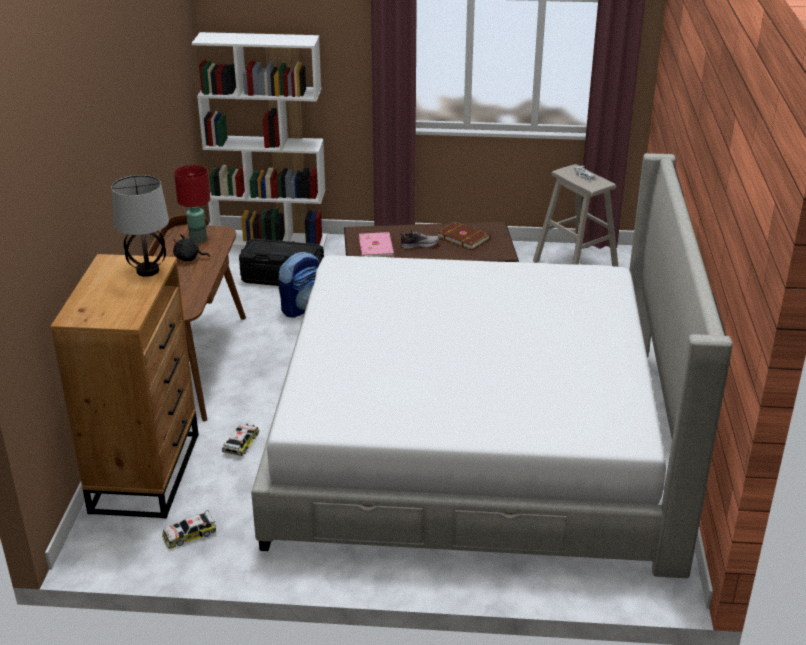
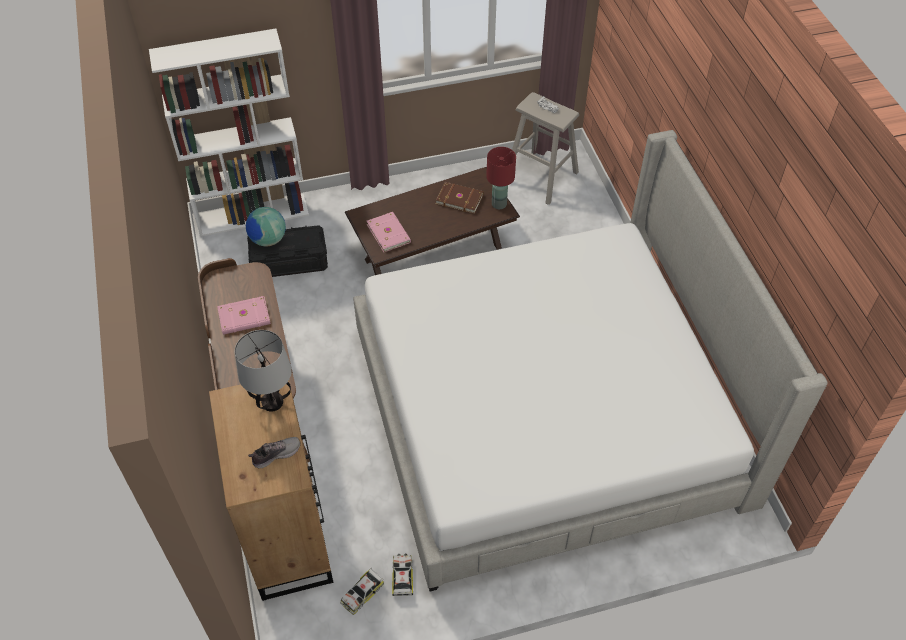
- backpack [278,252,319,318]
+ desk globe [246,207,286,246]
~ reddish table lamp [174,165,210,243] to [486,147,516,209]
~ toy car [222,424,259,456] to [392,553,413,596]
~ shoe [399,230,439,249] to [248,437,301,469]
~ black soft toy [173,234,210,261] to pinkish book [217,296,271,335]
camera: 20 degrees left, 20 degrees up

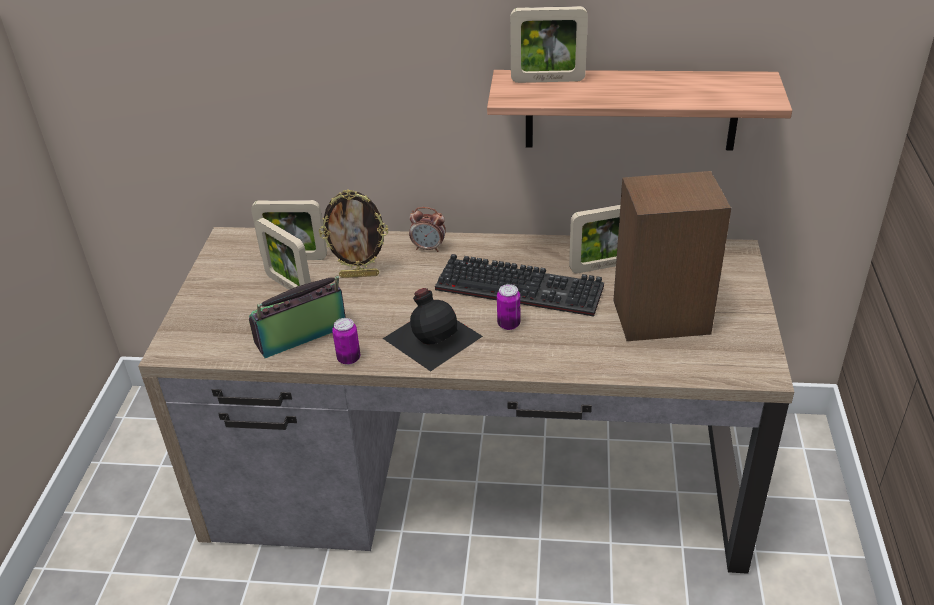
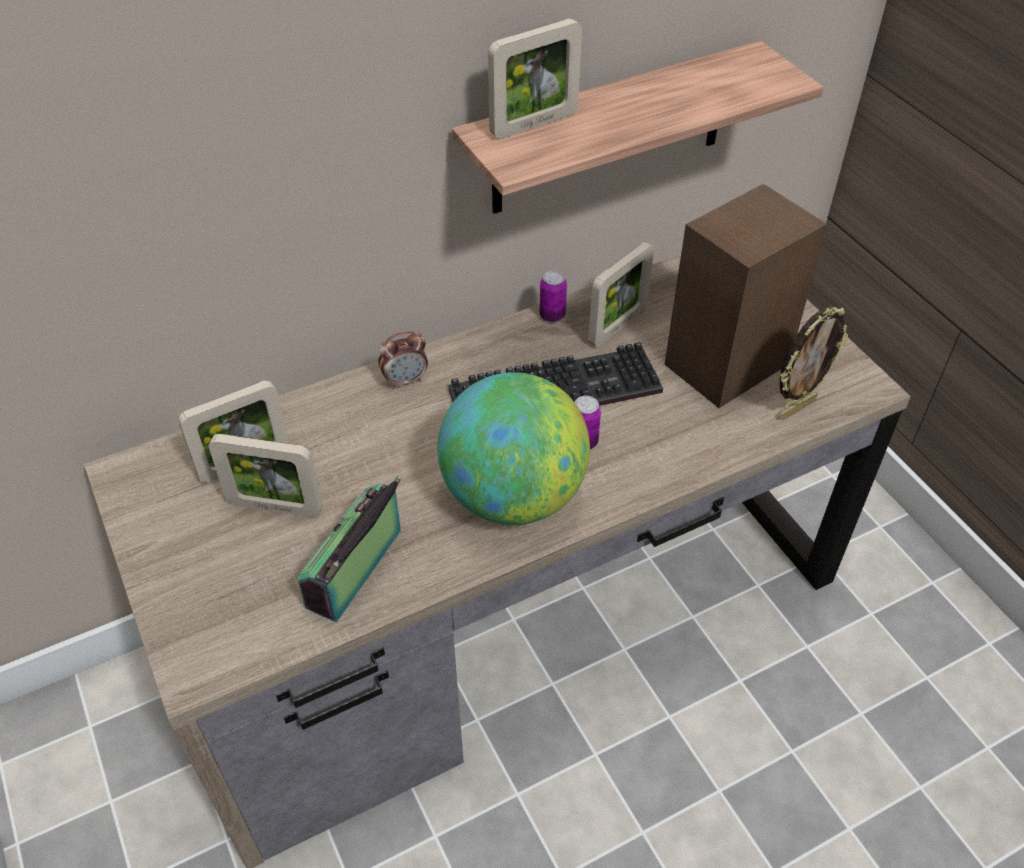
~ photo frame [319,189,388,278] to [779,307,848,420]
~ metal can [332,318,360,365] to [539,271,567,322]
~ black beverage bottle [383,288,483,372] to desk globe [437,372,590,525]
camera: 35 degrees left, 10 degrees up

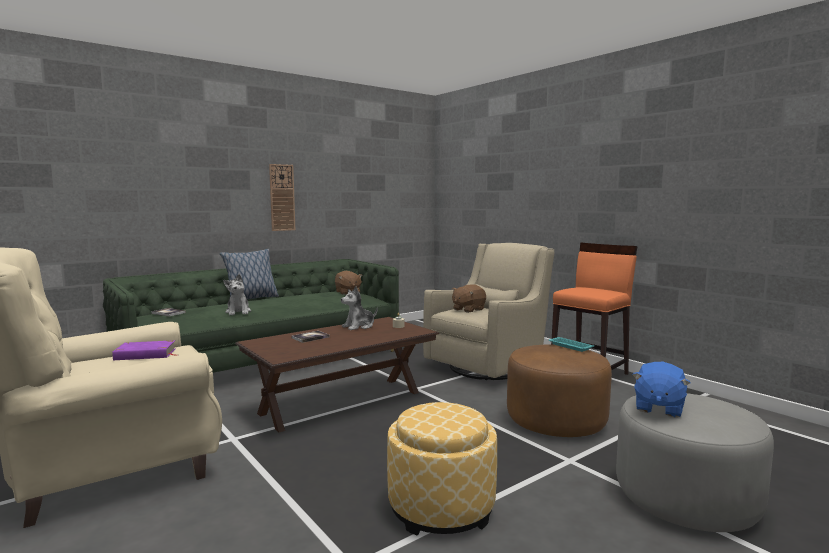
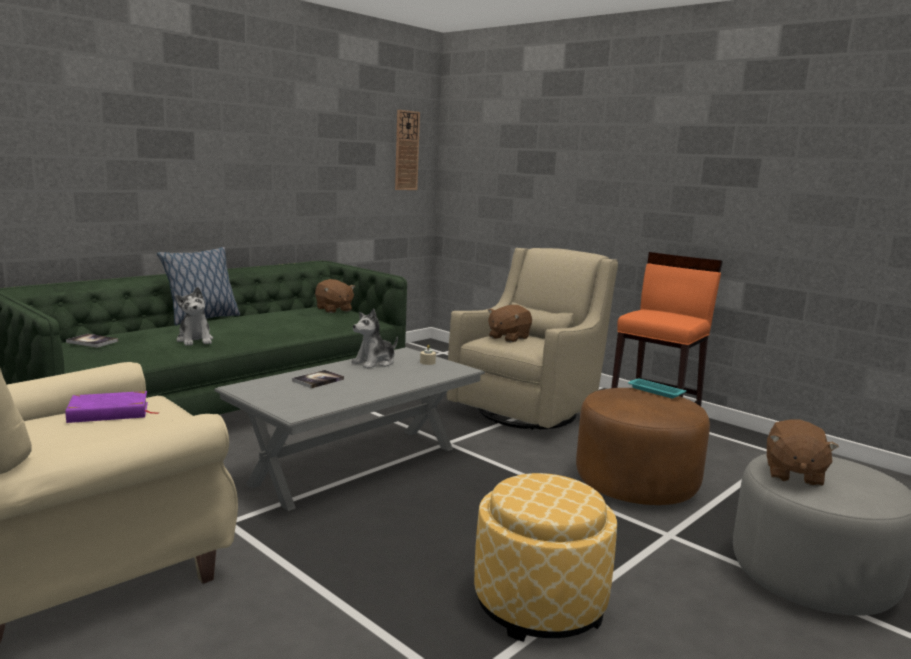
~ clock on the wall [269,164,295,231] to [395,110,420,190]
~ brownish lounge table [235,317,439,432] to grey lounge table [215,347,485,511]
~ bluish soft toy [632,362,691,418] to brownish soft toy [767,419,839,487]
camera: 10 degrees left, 5 degrees up

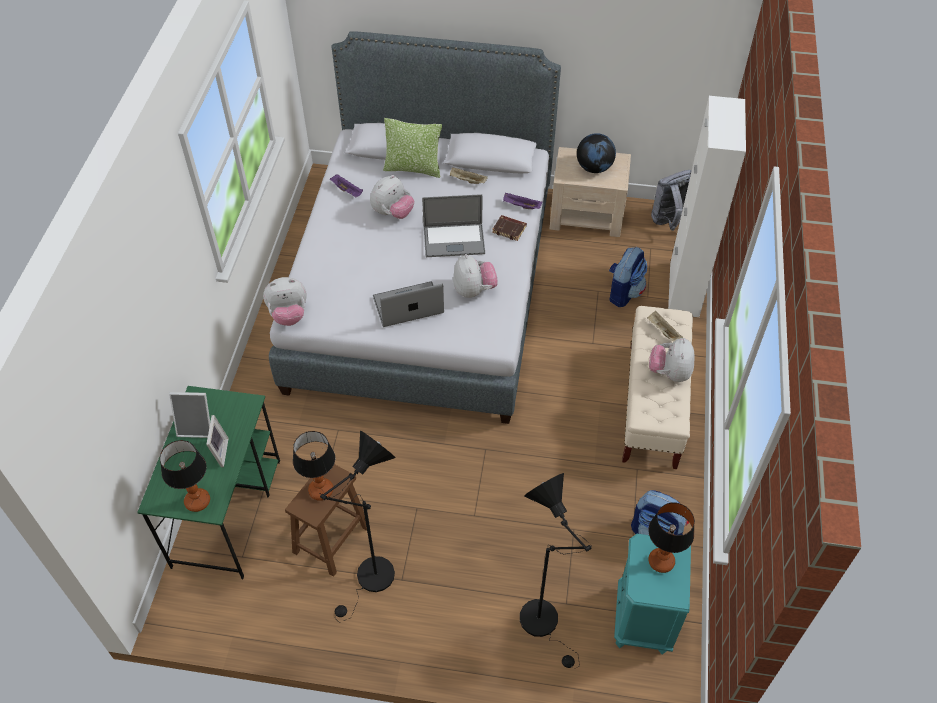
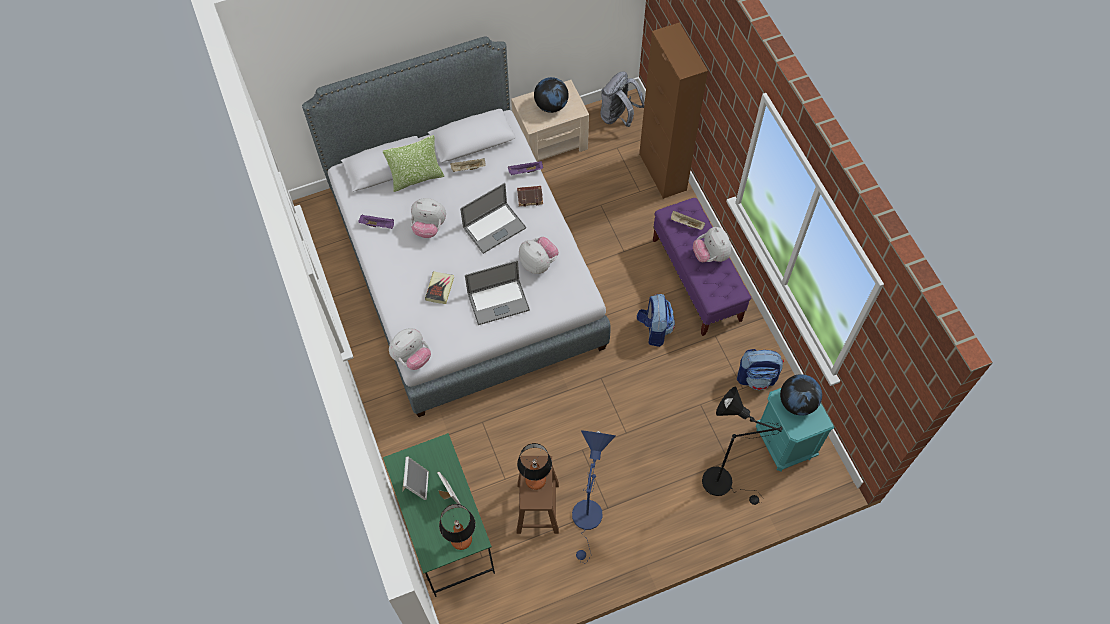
+ book [425,272,454,304]
~ backpack [609,247,647,307] to [637,294,675,347]
~ table lamp [648,502,695,573] to desk globe [780,374,822,416]
~ black floor lamp [319,431,396,621] to bluish floor lamp [572,430,616,563]
~ beige long seat [622,306,693,469] to purple long seat [653,198,751,336]
~ whitish storage cabinet [668,96,746,317] to brownish storage cabinet [639,23,708,199]
~ photo frame [169,392,210,438] = [402,457,429,500] 60 degrees counterclockwise
~ soft toy [370,175,414,219] = [411,198,446,238] 90 degrees clockwise
~ notebook computer [373,281,444,327] = [465,260,530,325] 150 degrees counterclockwise
camera: 30 degrees left, 10 degrees up

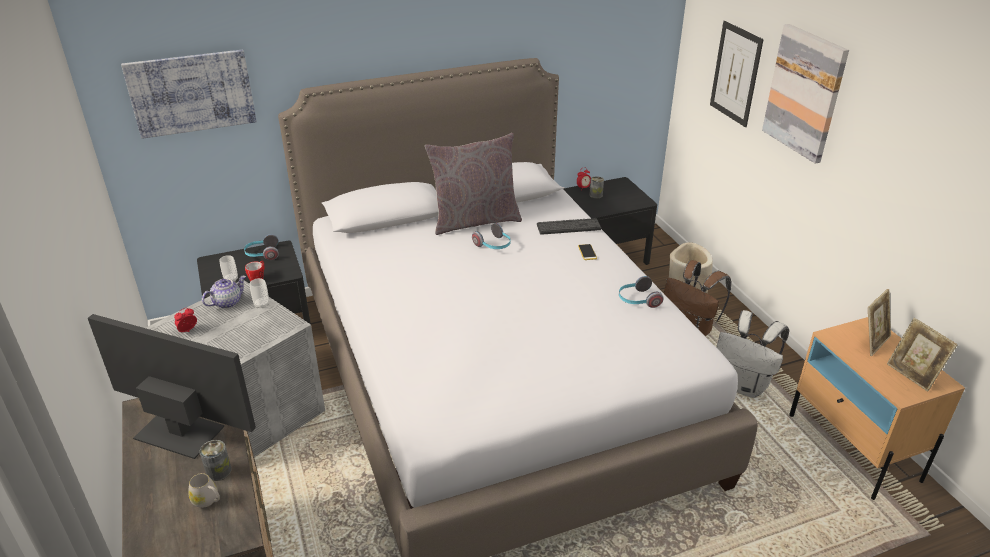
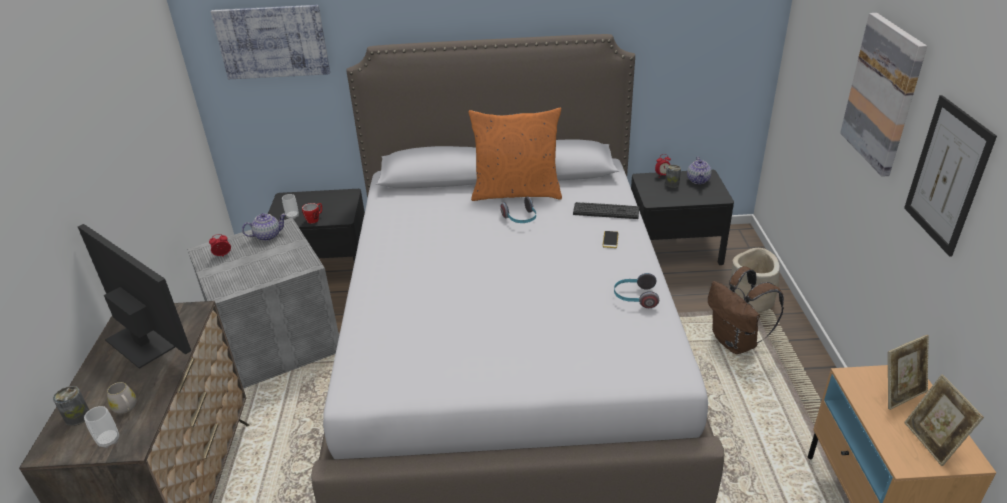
- headphones [244,234,279,260]
- whitish backpack [716,310,789,398]
+ pot for tea [687,157,711,184]
~ metal can [200,440,232,481] to [53,386,89,426]
~ small cup [250,278,269,308] to [84,406,119,448]
~ wall picture [710,21,764,127] to [904,95,997,257]
~ grey throw pillow [425,133,522,235] to orange throw pillow [468,108,562,201]
camera: 20 degrees right, 0 degrees up

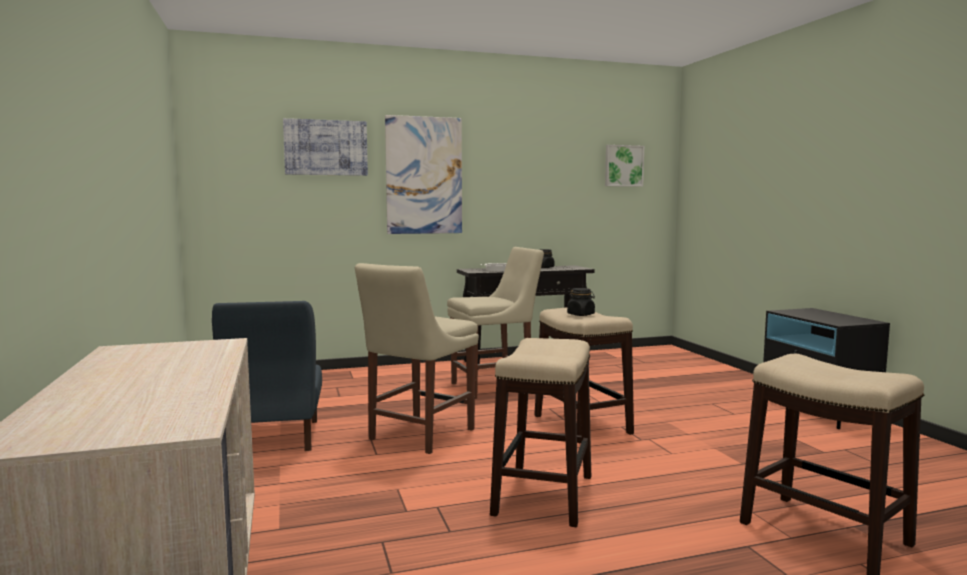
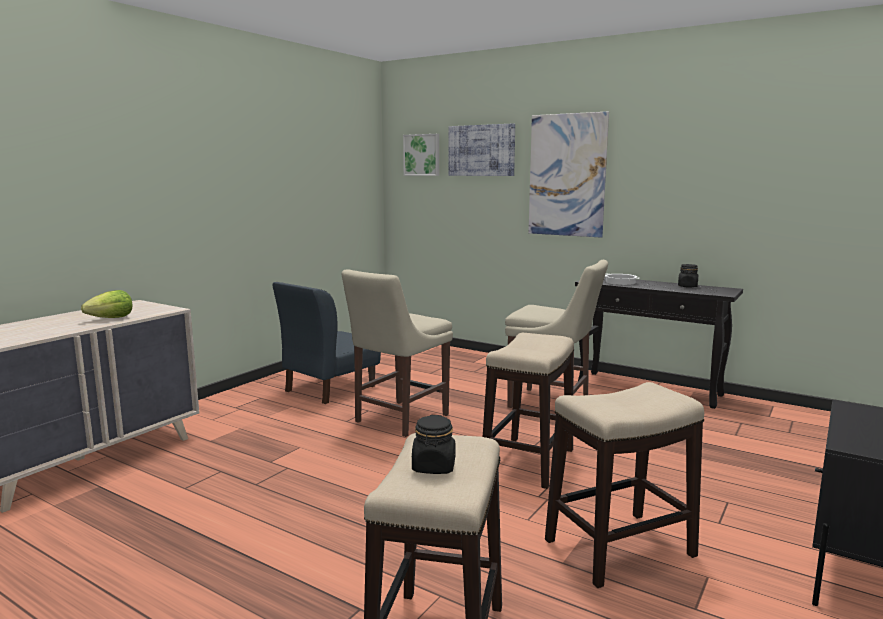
+ head of lettuce [81,290,132,318]
~ stool [490,338,591,527] to [545,382,704,588]
~ black preserve jar [567,288,595,316] to [412,415,455,474]
~ wall picture [605,145,644,187] to [403,134,439,176]
~ beige plain chair [355,263,479,454] = [342,269,453,437] 45 degrees counterclockwise
camera: 50 degrees right, 5 degrees up

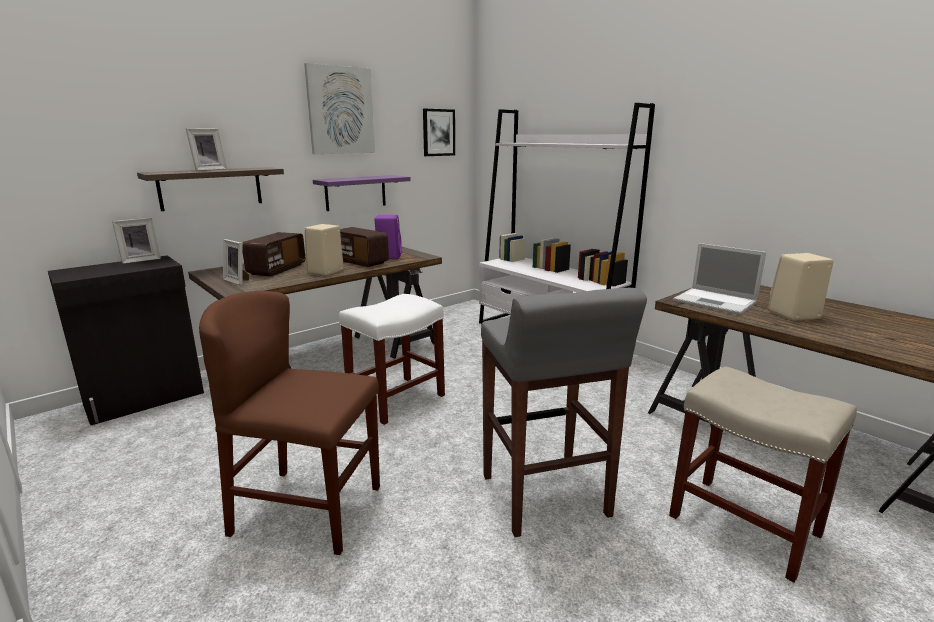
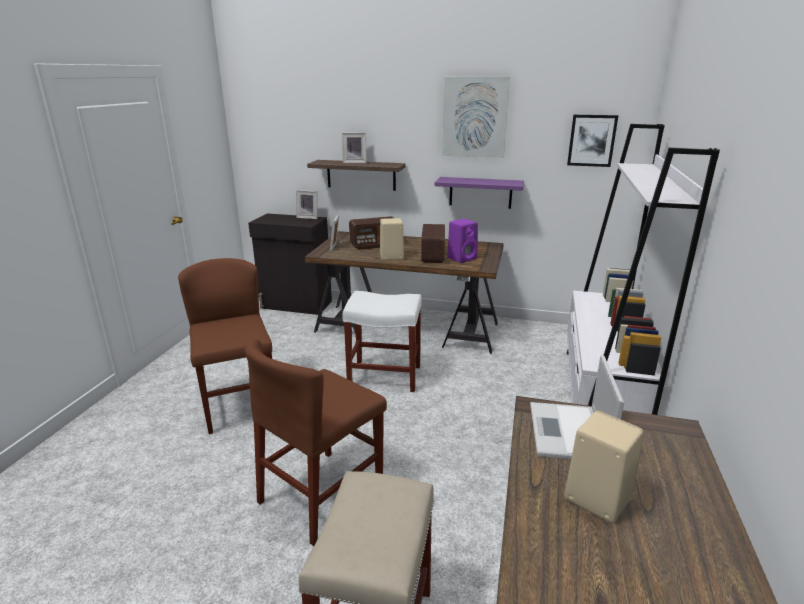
~ grey stool [481,288,647,537] to brownish plain chair [244,339,387,546]
camera: 55 degrees right, 5 degrees up

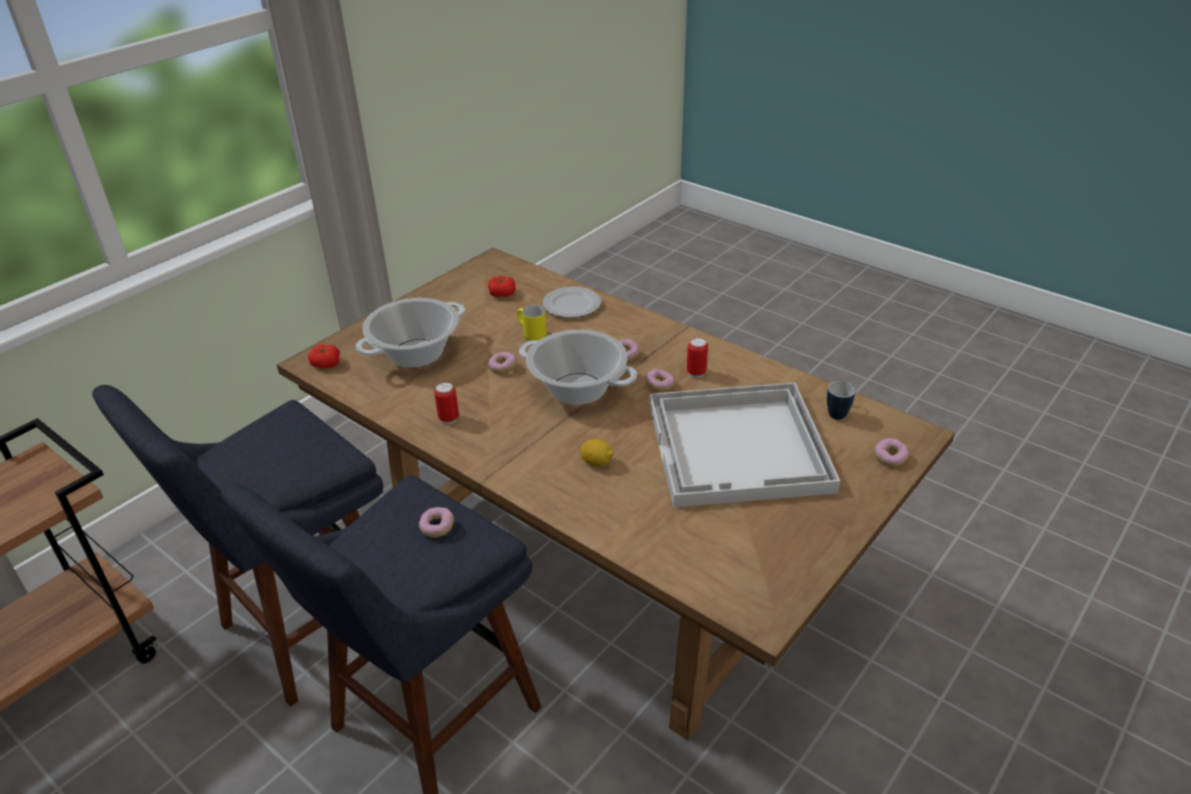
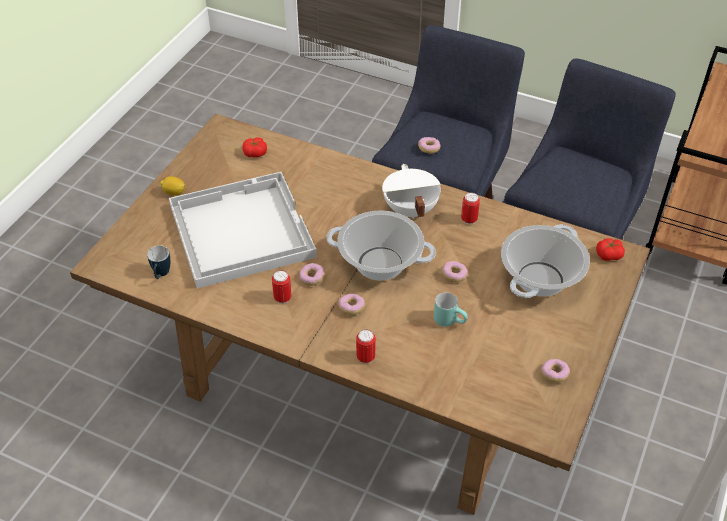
- flat dish [543,286,601,318]
+ metal can [356,329,376,364]
+ whitish stockpot [382,164,441,219]
~ whole tomato [488,276,515,297] to [243,137,267,157]
~ whole lemon [580,439,614,467] to [160,176,186,196]
~ donut [874,438,909,467] to [541,359,570,383]
~ yellowish tea mug [517,305,546,341] to turquoise tea mug [434,292,468,327]
camera: 165 degrees right, 10 degrees up

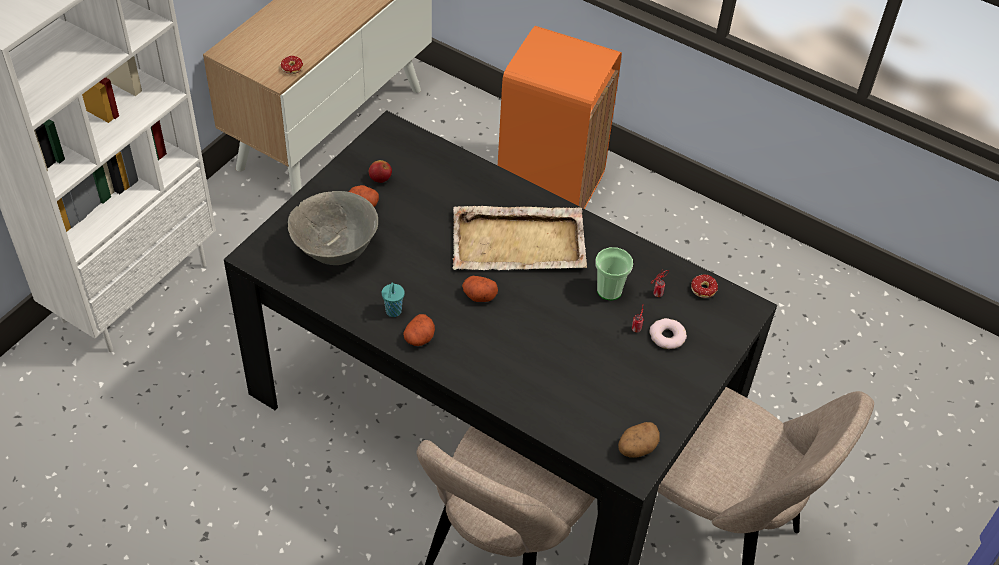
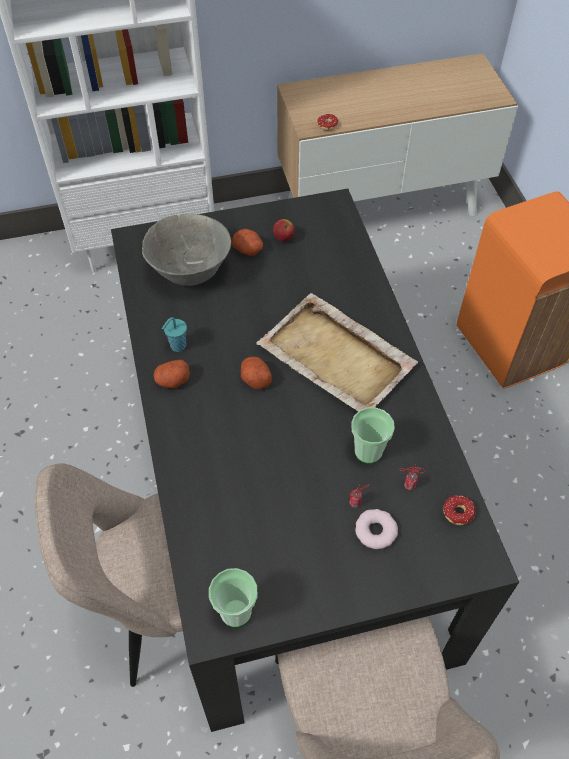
~ potato [618,422,660,458] to small cup [209,568,257,627]
camera: 45 degrees right, 5 degrees up

